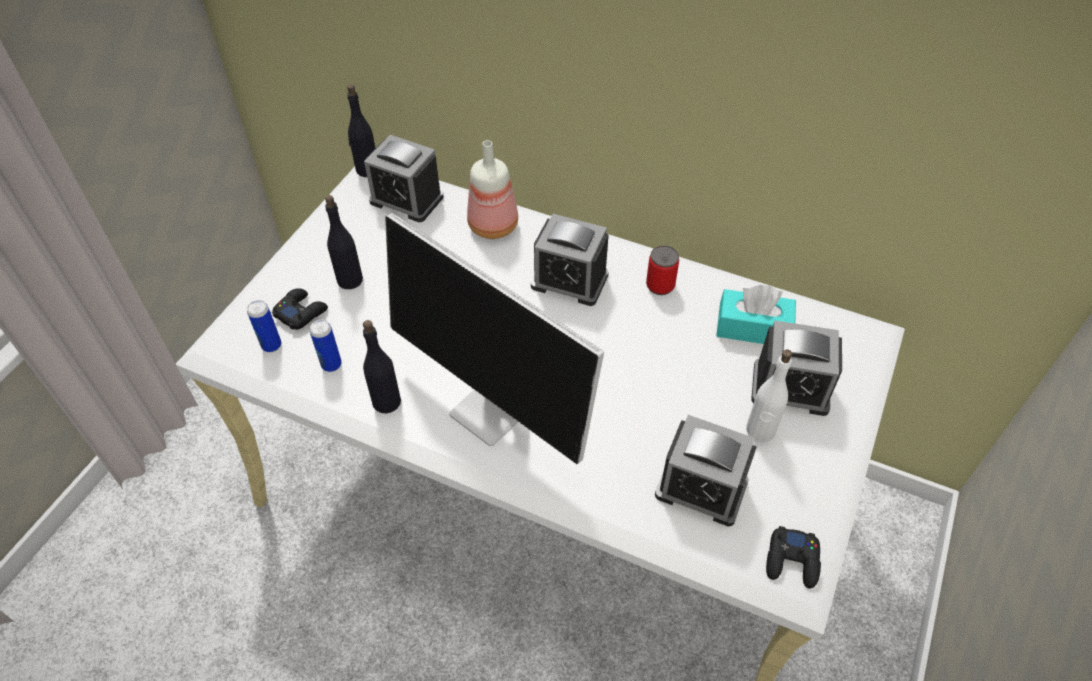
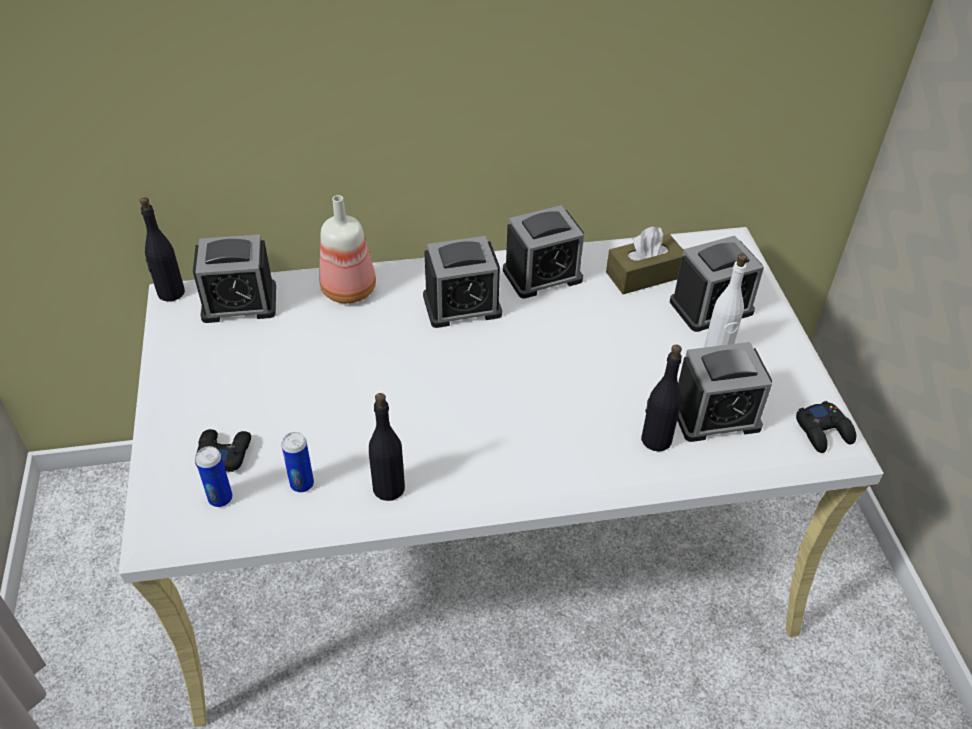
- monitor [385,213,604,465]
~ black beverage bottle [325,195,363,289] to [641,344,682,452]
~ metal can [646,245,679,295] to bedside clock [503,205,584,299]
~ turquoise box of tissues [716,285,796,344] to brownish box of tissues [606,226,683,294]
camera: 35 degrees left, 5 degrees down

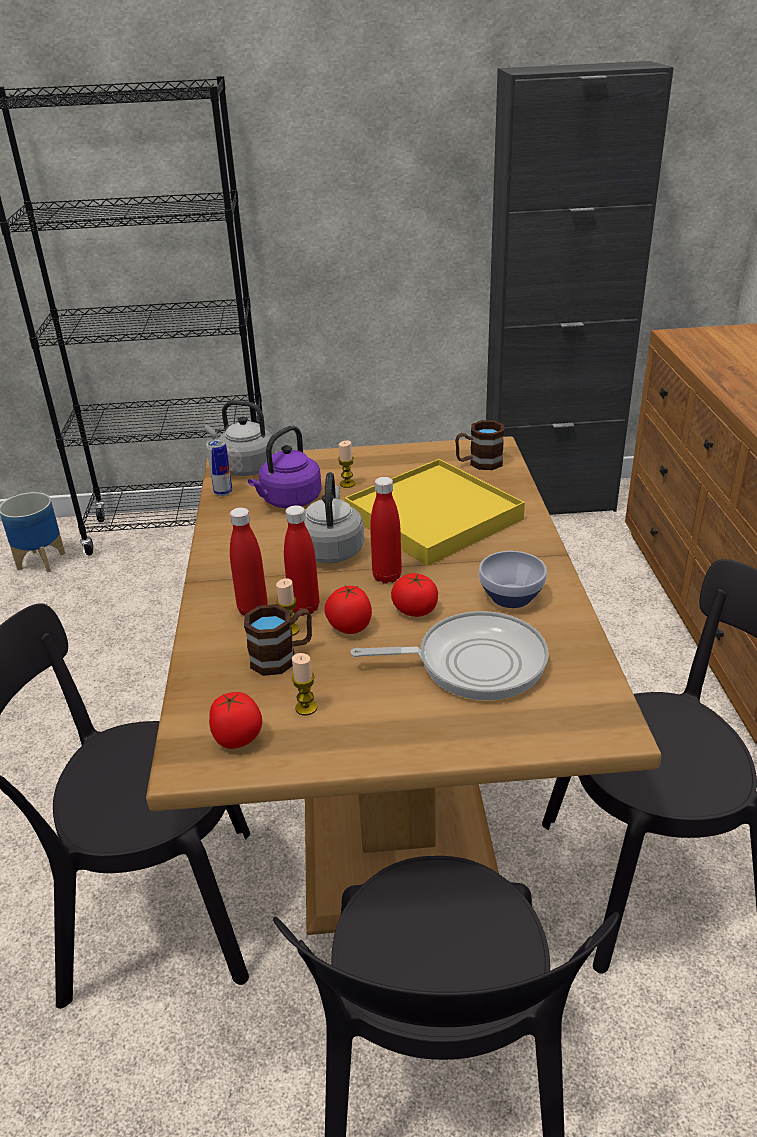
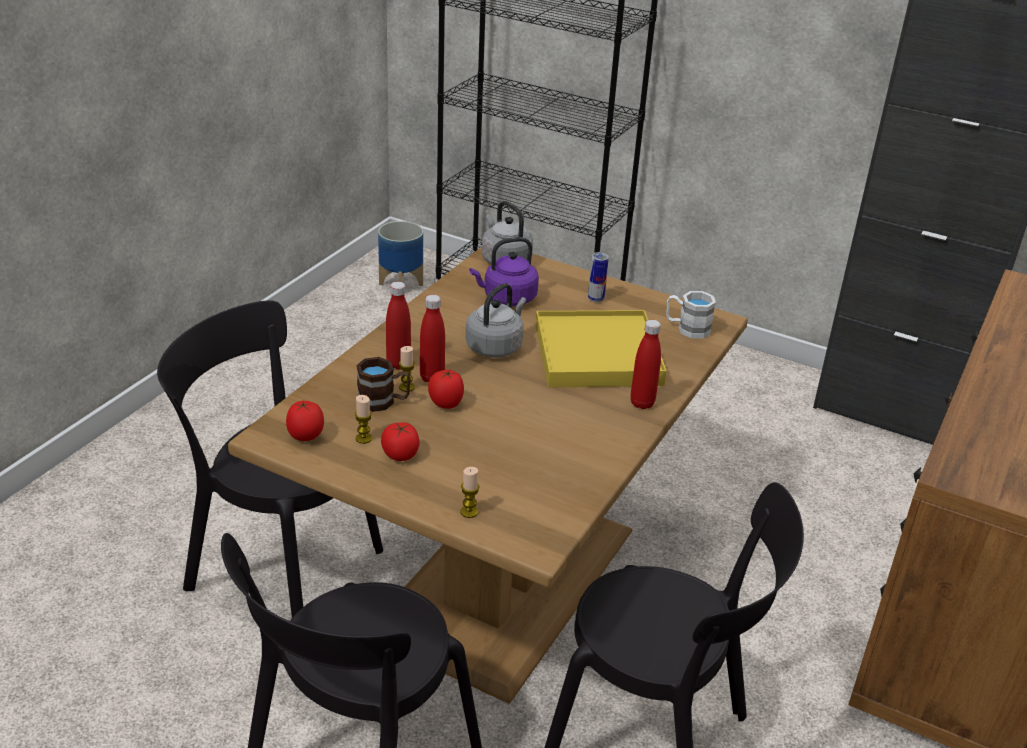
- skillet [350,611,549,700]
- deep dish [479,551,547,608]
~ metal can [206,439,232,496] to [588,252,609,302]
~ wax candle [338,441,355,488] to [460,467,479,518]
~ reddish beverage bottle [370,477,402,584] to [630,320,661,409]
~ whole tomato [391,573,438,617] to [381,422,420,461]
~ brownish tea mug [455,420,504,470] to whitish tea mug [666,291,716,339]
camera: 30 degrees right, 0 degrees up

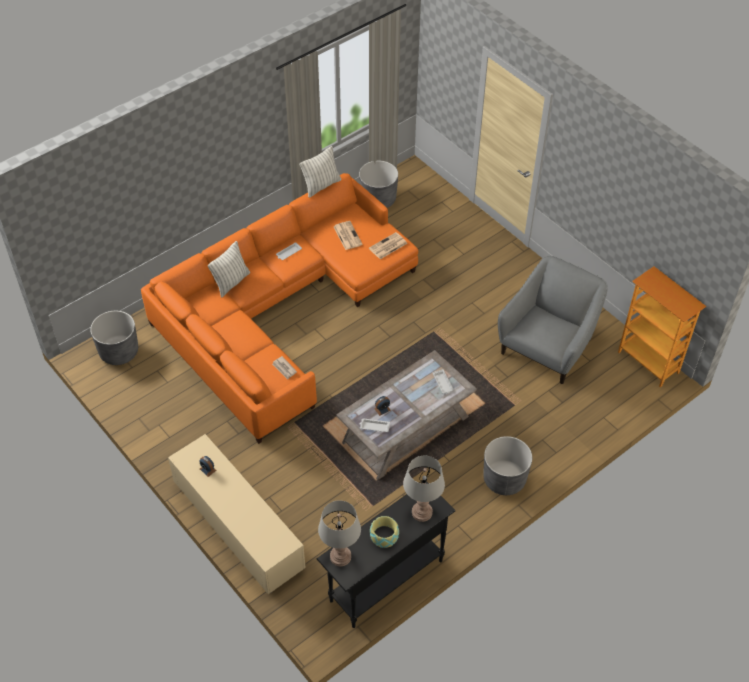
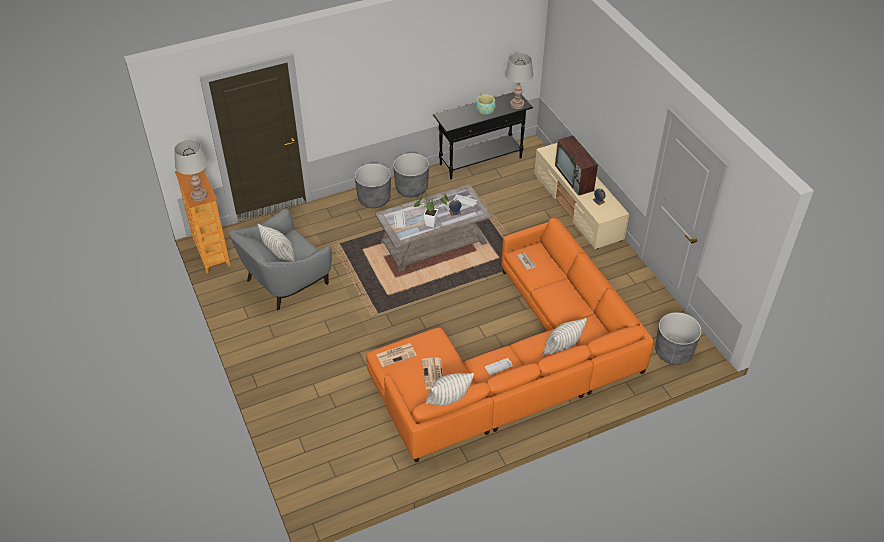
+ throw pillow [258,224,295,261]
+ potted plant [413,182,449,227]
+ TV set [555,135,598,196]
~ grey flower pot [359,161,398,208] to [393,153,429,197]
~ grey table lamp [403,456,445,522] to [174,140,208,201]
camera: 165 degrees left, 5 degrees down

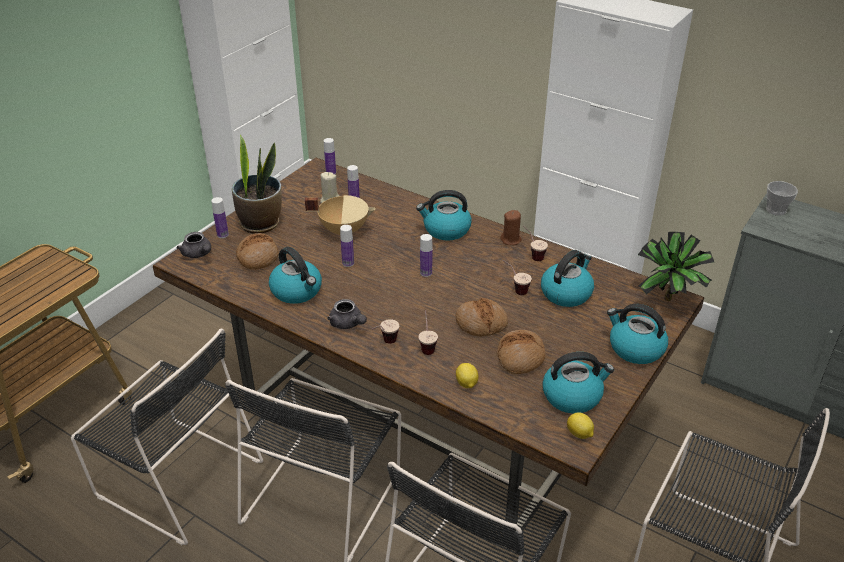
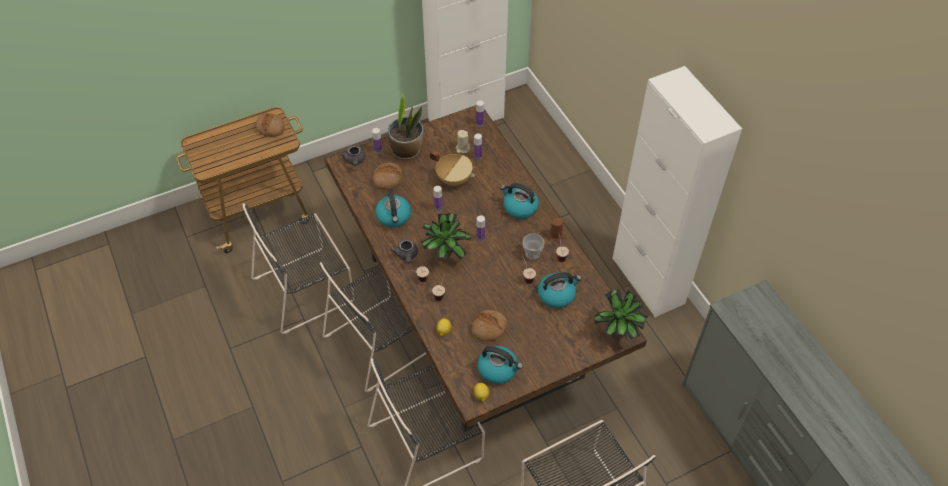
- kettle [607,304,668,364]
+ potted plant [421,213,471,260]
~ bakery bread [455,298,508,336] to [255,113,285,137]
~ small cup [766,181,798,216] to [523,233,545,260]
~ black plain chair [71,329,263,545] = [243,203,355,334] 90 degrees clockwise
camera: 30 degrees right, 15 degrees up

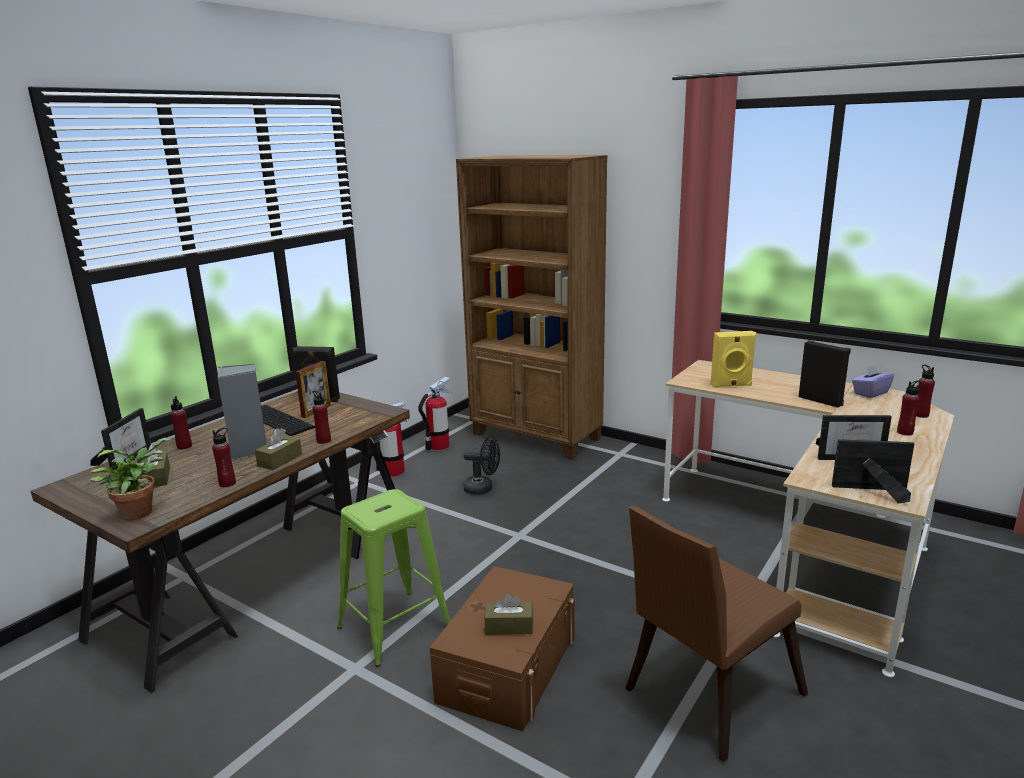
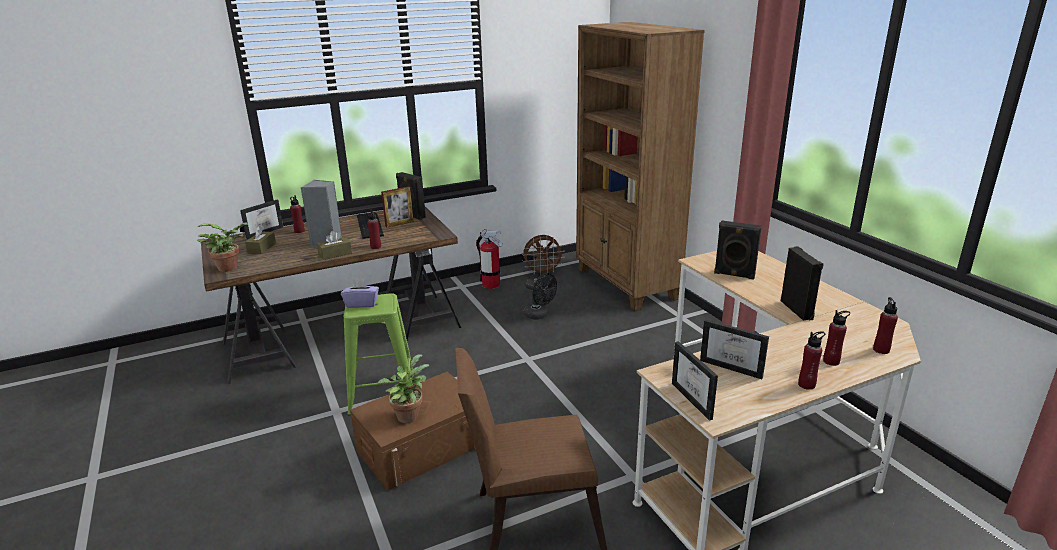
~ reddish beverage bottle [212,428,236,487] to [798,331,825,390]
~ purple box of tissues [852,364,894,398] to [341,279,379,308]
~ fire extinguisher [418,377,453,450] to brownish electric fan [522,235,564,276]
~ brownish box of tissues [484,594,533,635] to potted plant [377,354,429,423]
~ yellowish loudspeaker [711,331,756,388] to black loudspeaker [714,221,762,280]
~ photo frame [832,439,914,503] = [672,341,718,421] 150 degrees counterclockwise
camera: 30 degrees right, 5 degrees up

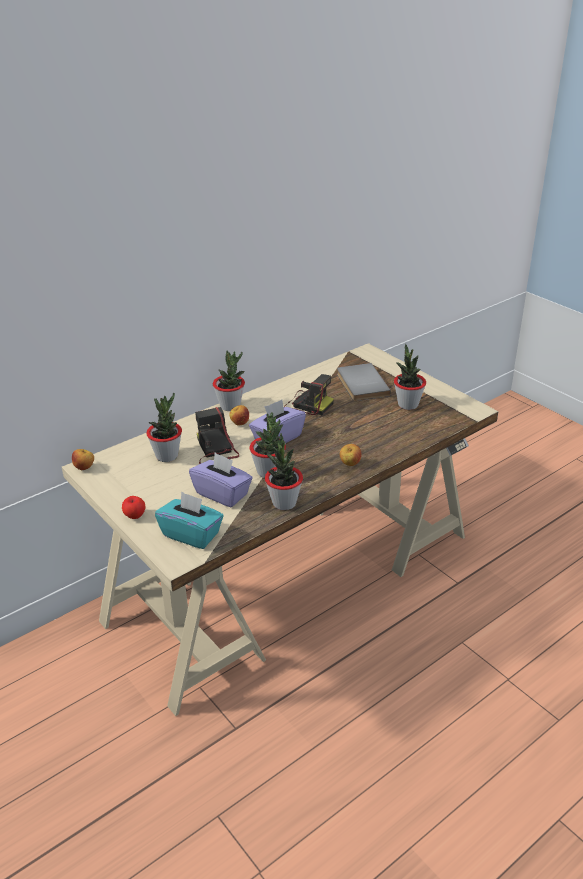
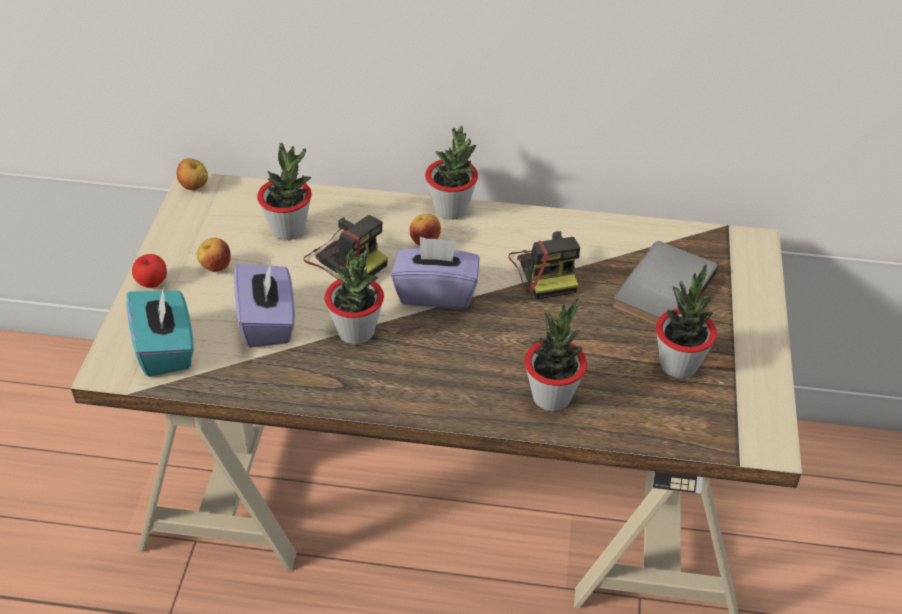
~ potted plant [265,433,303,510] to [524,297,587,411]
~ apple [340,444,362,466] to [197,238,231,272]
~ still camera [195,407,239,464] = [304,215,388,279] 105 degrees clockwise
camera: 45 degrees right, 10 degrees up

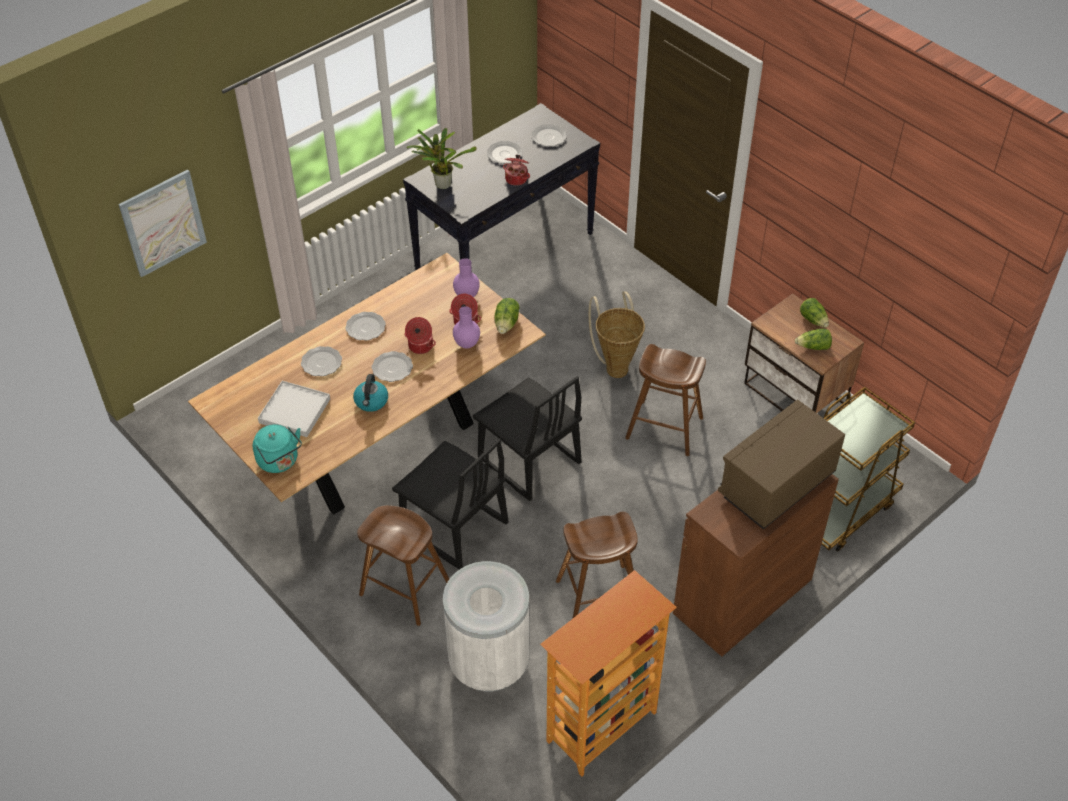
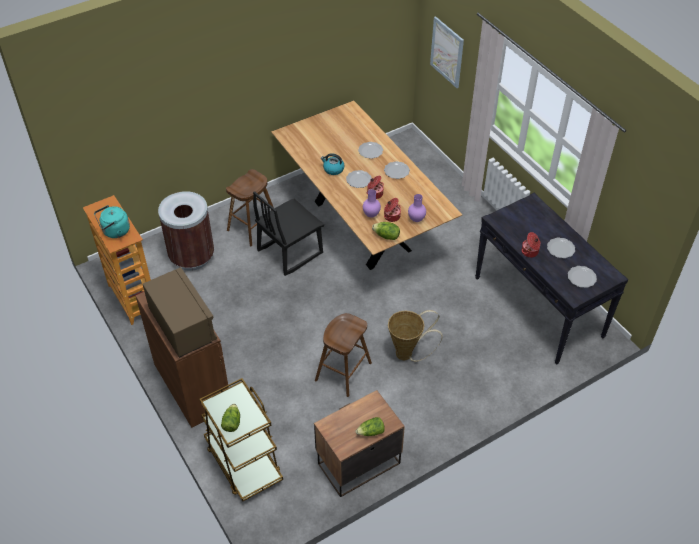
- whitish serving tray [258,381,330,437]
- potted plant [406,128,477,189]
- black plain chair [473,376,582,501]
- brownish stool [556,511,638,619]
~ turquoise kettle [253,424,302,473] to [94,205,130,238]
~ head of lettuce [795,329,832,350] to [221,404,240,432]
~ whitish rubbish bin [443,561,530,692] to brownish rubbish bin [158,191,214,271]
camera: 100 degrees right, 0 degrees up

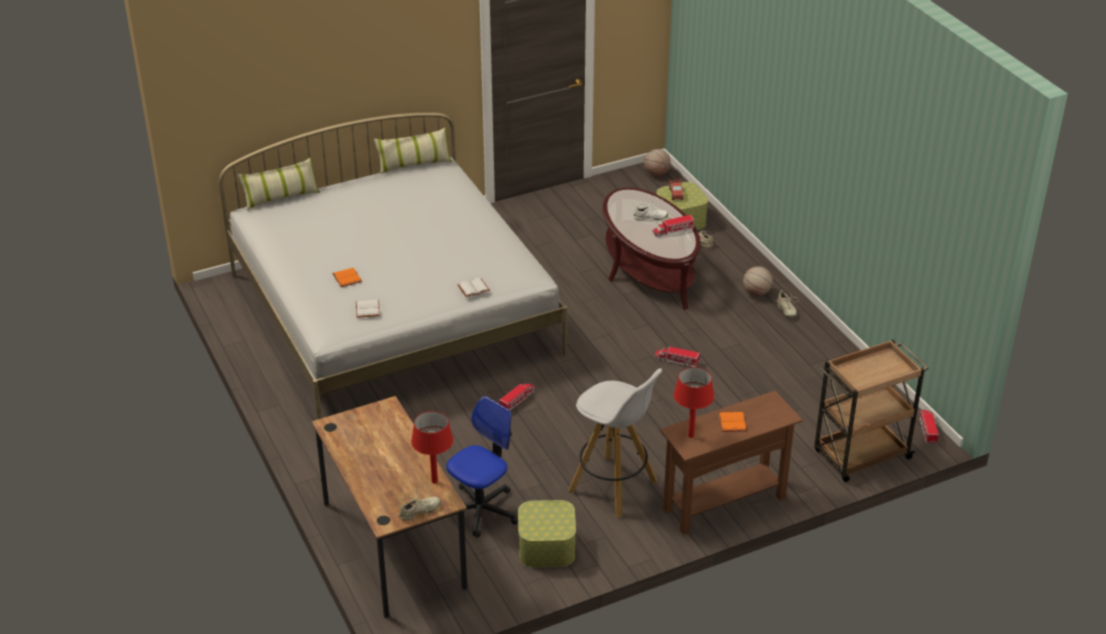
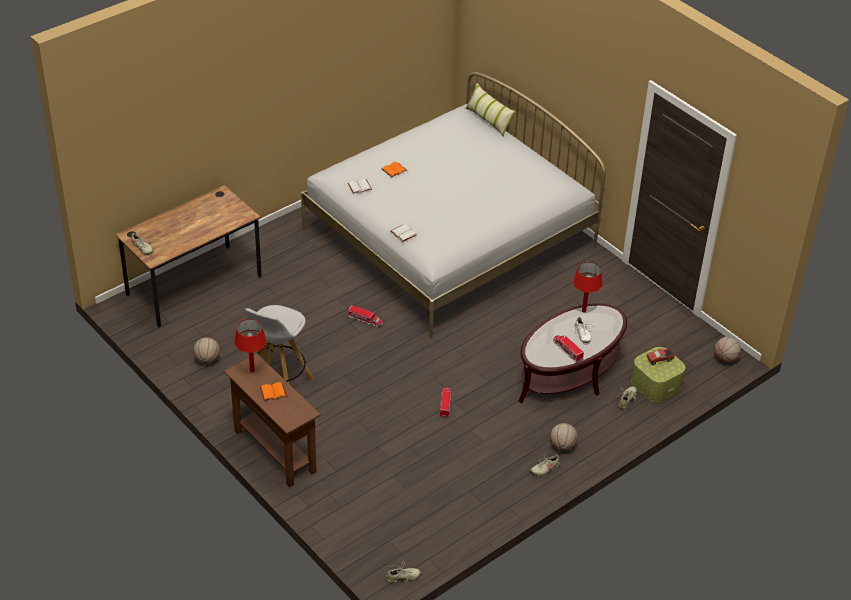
- throw pillow [374,127,452,175]
- computer chair [446,396,518,538]
- brownish trolley [814,340,928,482]
~ reddish table lamp [411,411,453,484] to [573,262,602,313]
~ storage container [518,500,576,568] to basketball ball [193,337,220,364]
~ toy truck [919,410,939,445] to beige shoe [386,560,421,583]
camera: 75 degrees right, 5 degrees up

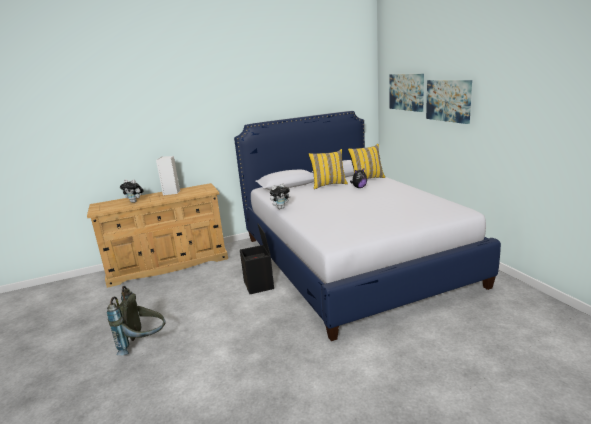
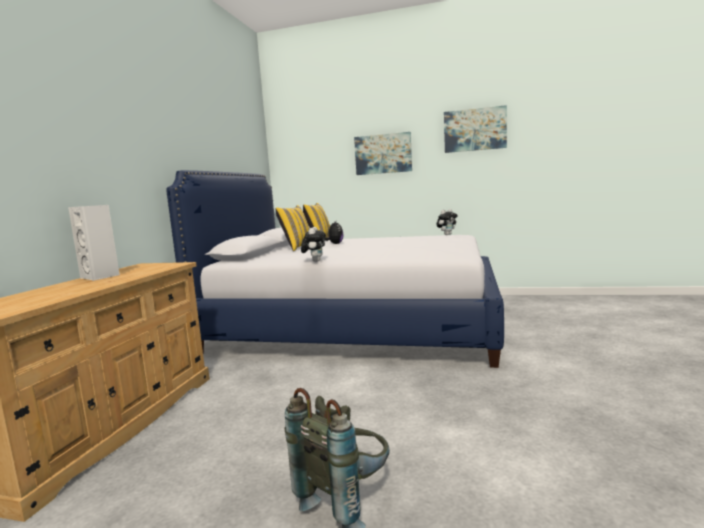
- black storage container [240,223,274,294]
~ soft toy [120,179,144,203] to [437,209,457,235]
~ wall picture [389,74,424,112] to [444,105,507,153]
camera: 55 degrees left, 10 degrees down

